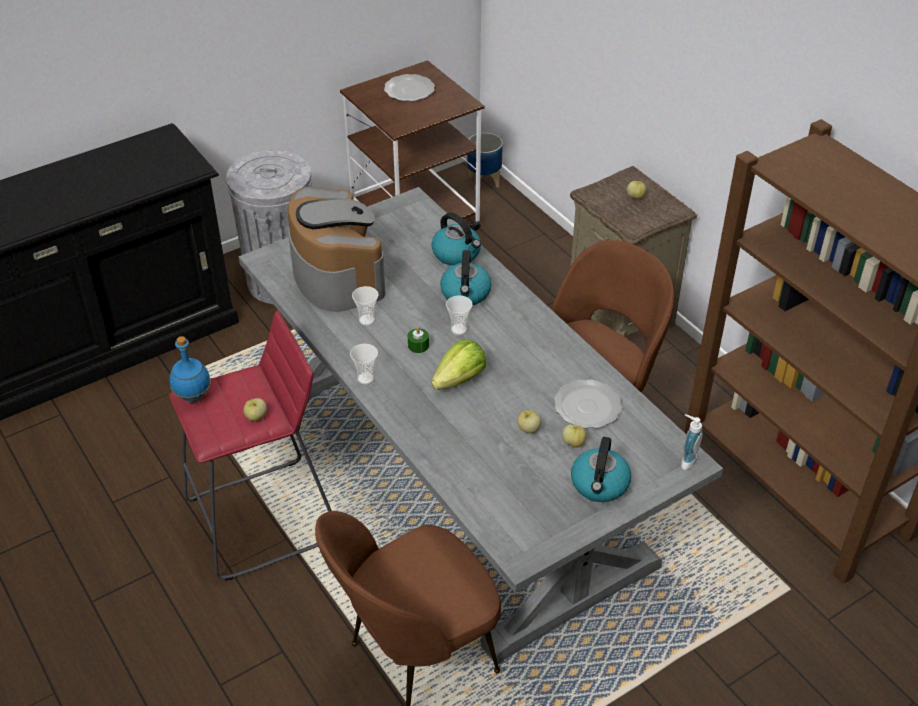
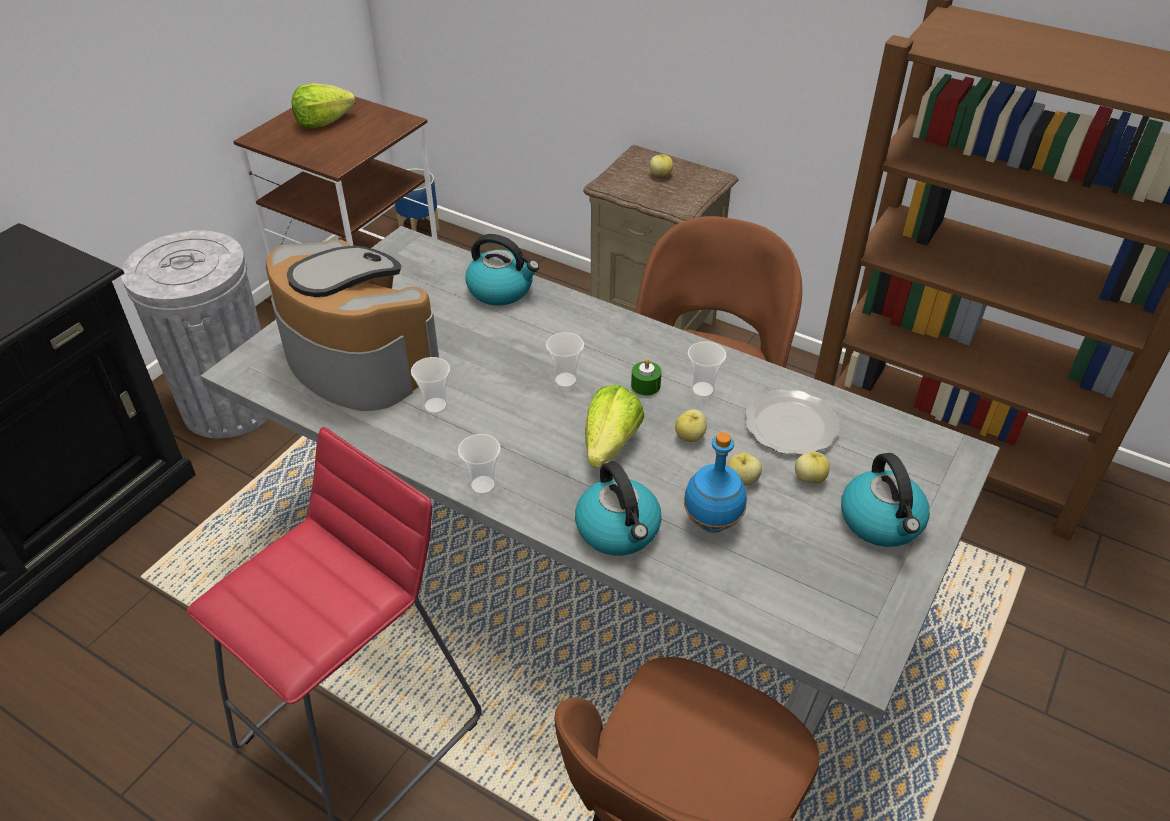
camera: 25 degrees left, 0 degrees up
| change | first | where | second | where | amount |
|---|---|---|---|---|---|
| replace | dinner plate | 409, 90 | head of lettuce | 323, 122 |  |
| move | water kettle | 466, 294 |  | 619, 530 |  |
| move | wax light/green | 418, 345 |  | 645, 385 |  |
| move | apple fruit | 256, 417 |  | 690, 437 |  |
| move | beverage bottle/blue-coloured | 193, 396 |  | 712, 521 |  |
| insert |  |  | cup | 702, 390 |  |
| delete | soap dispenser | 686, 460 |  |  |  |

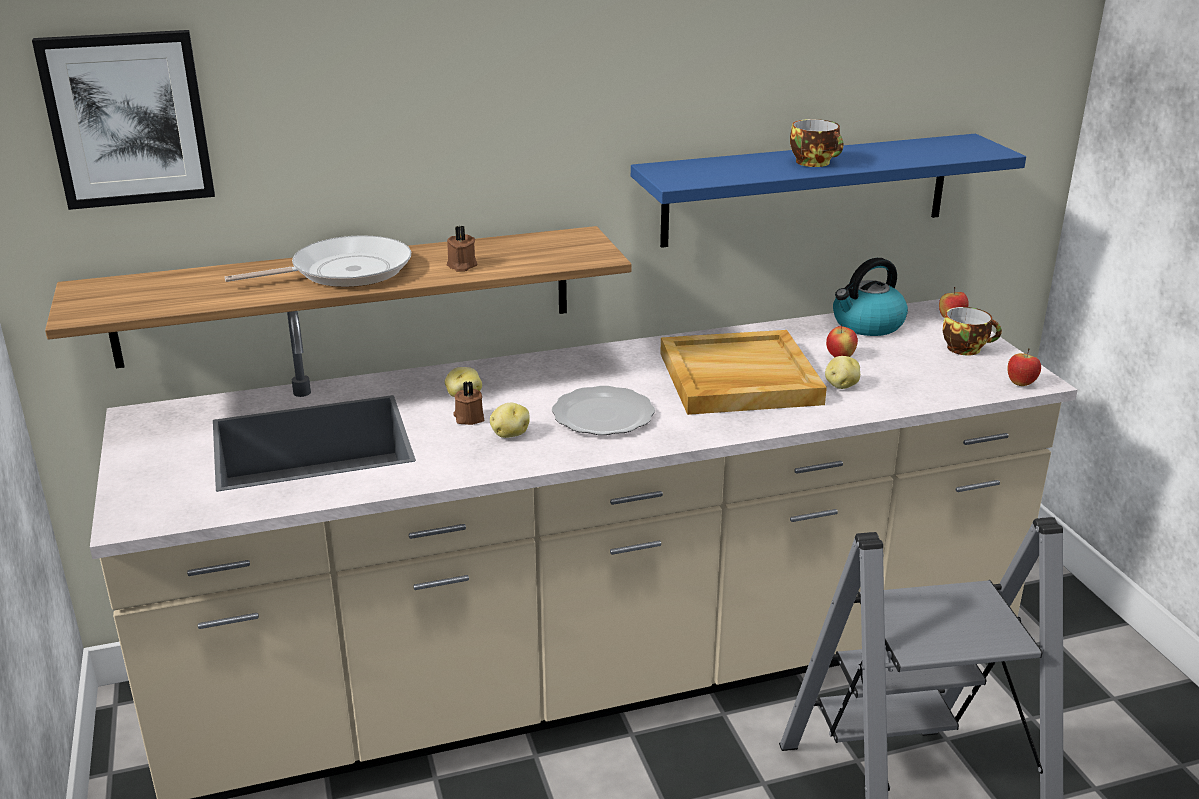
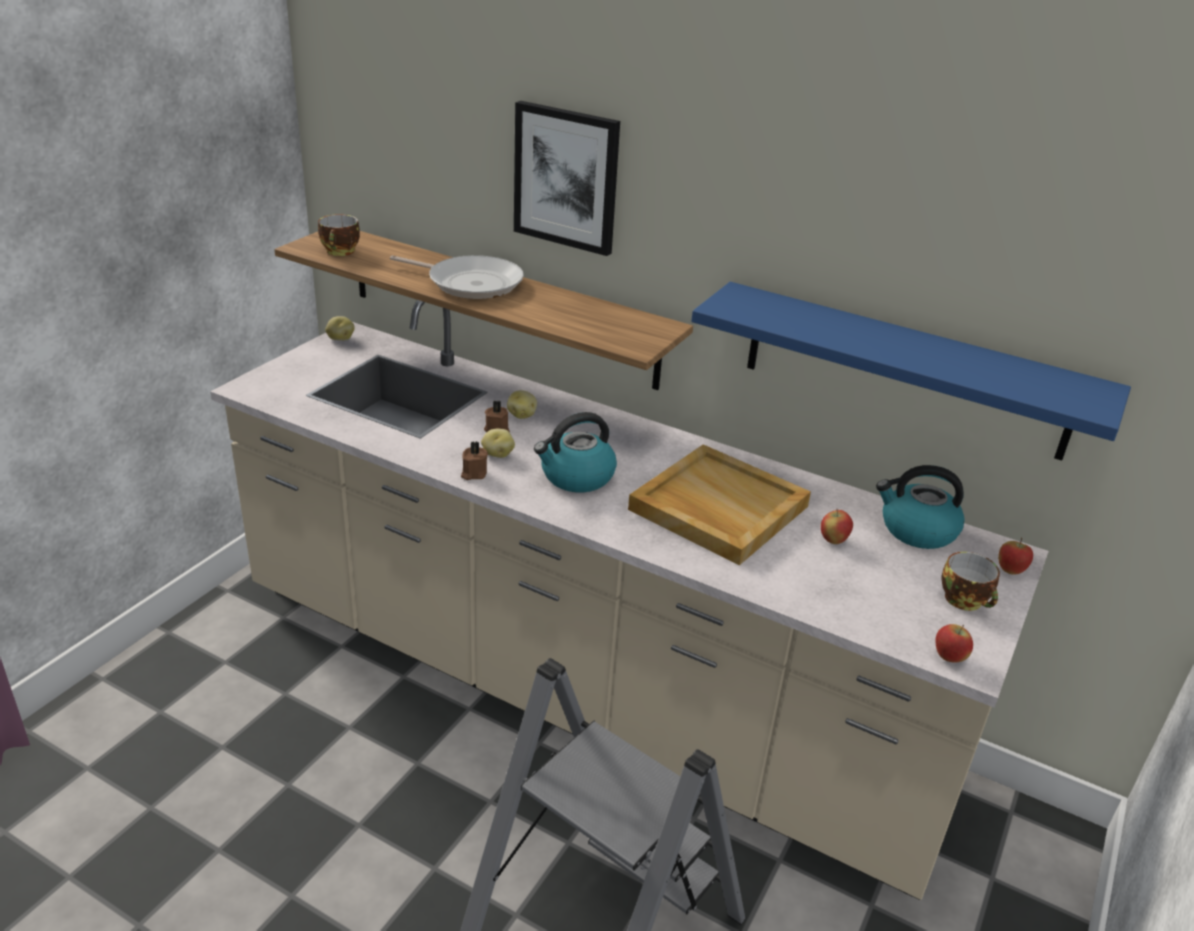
camera: 45 degrees right, 5 degrees up
| change | first | where | second | where | amount |
|---|---|---|---|---|---|
| move | cup | 815, 163 |  | 341, 252 |  |
| move | whole potato | 841, 385 |  | 340, 338 |  |
| move | wax light/brown | 461, 266 |  | 473, 473 |  |
| move | picture | 128, 119 |  | 566, 177 |  |
| replace | dinner plate | 604, 415 | water kettle | 576, 477 |  |

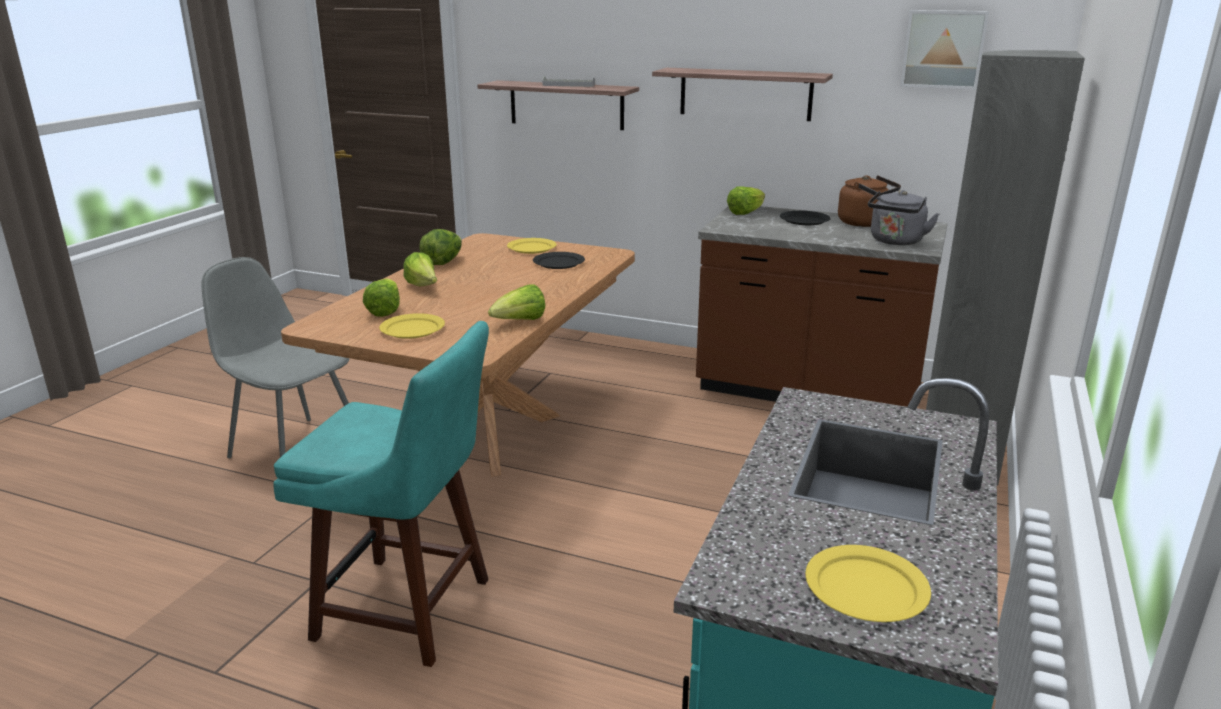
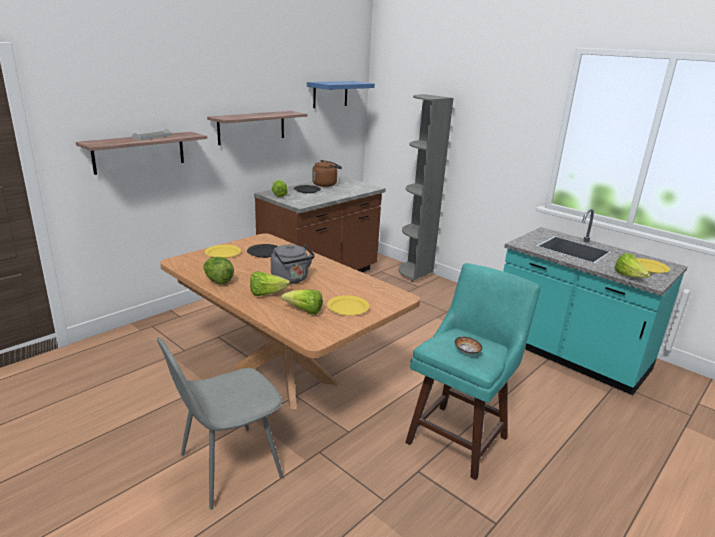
camera: 70 degrees left, 0 degrees up
| change | first | where | second | where | amount |
|---|---|---|---|---|---|
| move | water kettle/greyish | 895, 242 |  | 291, 279 |  |
| replace | picture | 943, 49 | bracket shelf/blue-coloured | 330, 94 |  |
| insert |  |  | deep dish | 467, 351 |  |
| move | head of lettuce | 520, 322 |  | 629, 277 |  |

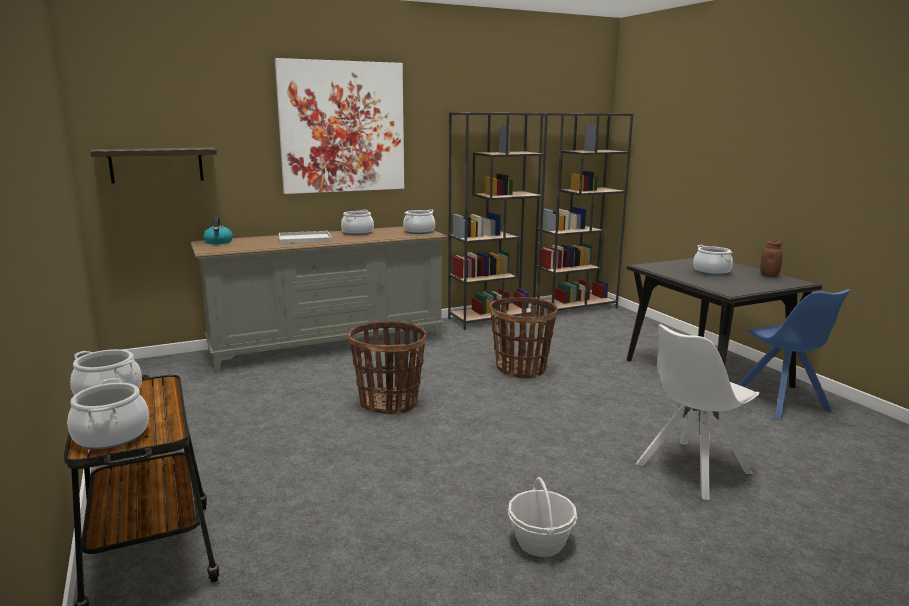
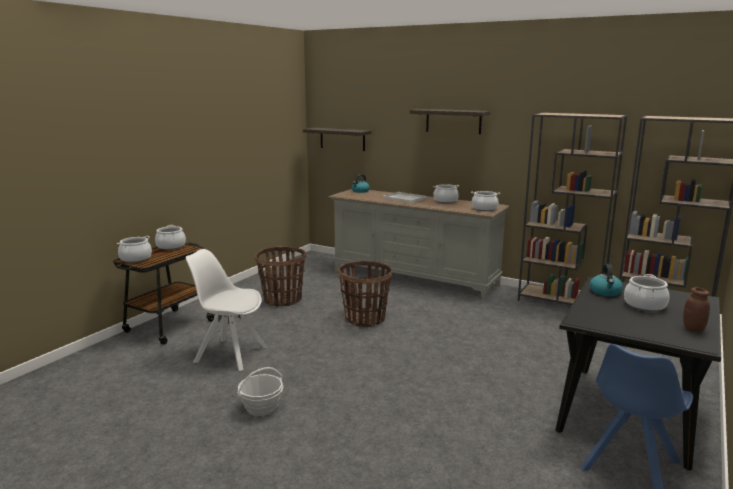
camera: 55 degrees right, 0 degrees up
| change | first | where | second | where | amount |
|---|---|---|---|---|---|
| move | chair/white-coloured | 691, 469 |  | 230, 354 |  |
| move | basket | 521, 369 |  | 282, 300 |  |
| replace | picture | 342, 127 | bracket shelf | 453, 121 |  |
| insert |  |  | water kettle | 605, 292 |  |

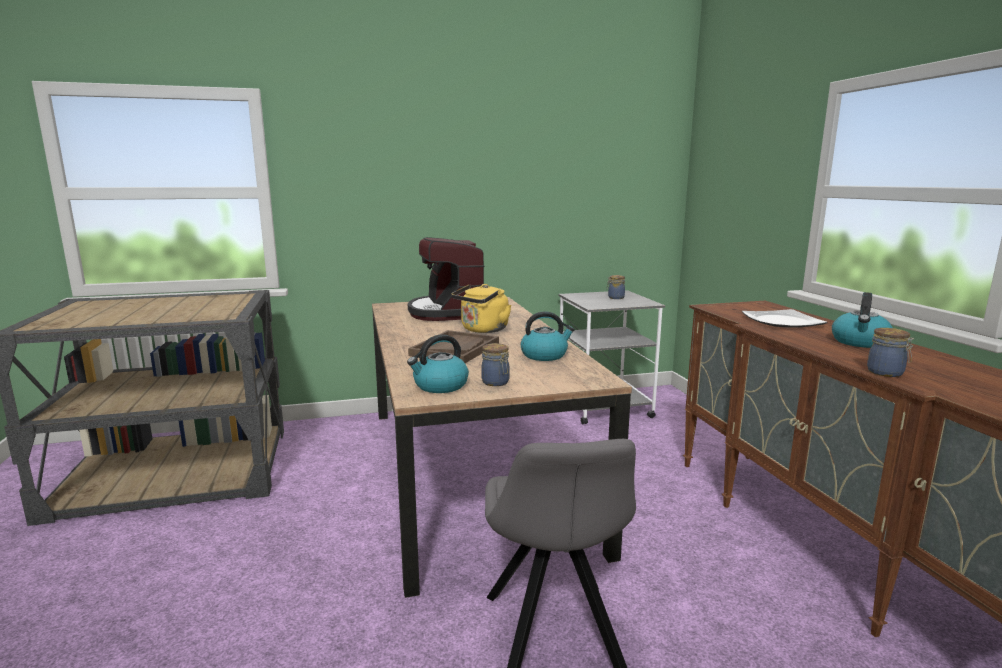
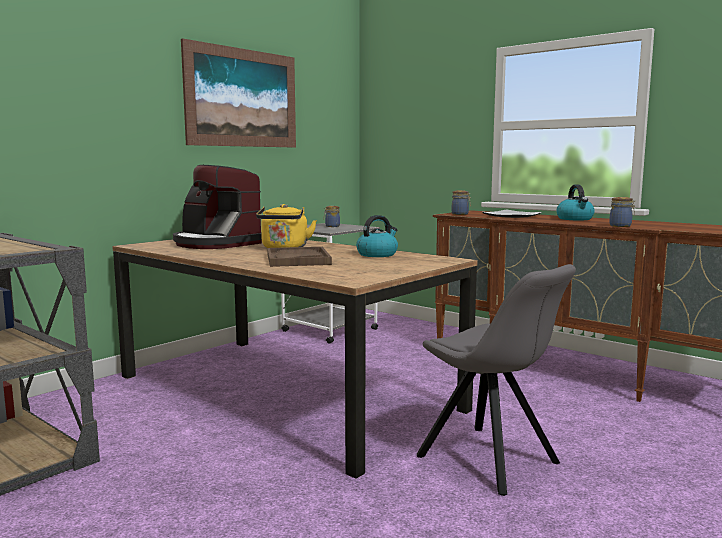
camera: 35 degrees left, 5 degrees down
| change | first | where | second | where | amount |
|---|---|---|---|---|---|
| insert |  |  | picture | 242, 98 |  |
| move | jar | 496, 382 |  | 460, 214 |  |
| delete | water kettle | 440, 386 |  |  |  |

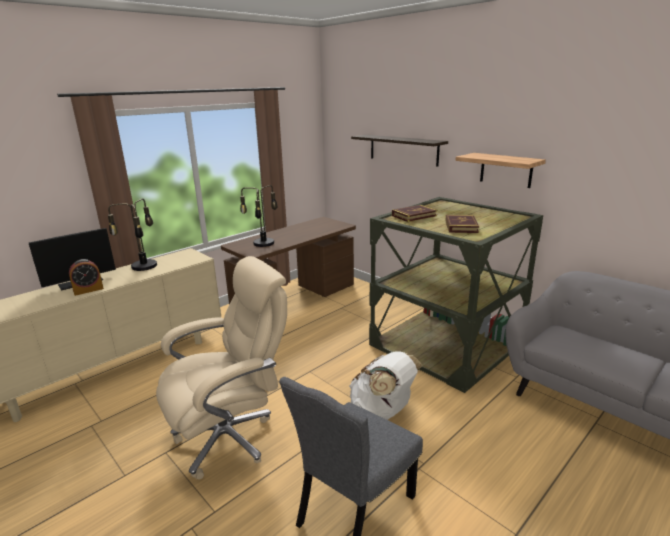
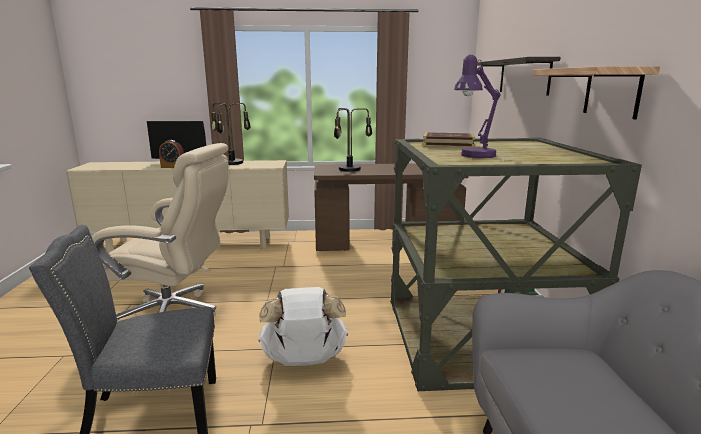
camera: 40 degrees right, 5 degrees down
| change | first | where | second | where | amount |
|---|---|---|---|---|---|
| replace | book | 461, 226 | lamp for a table/purple-coloured | 473, 156 |  |

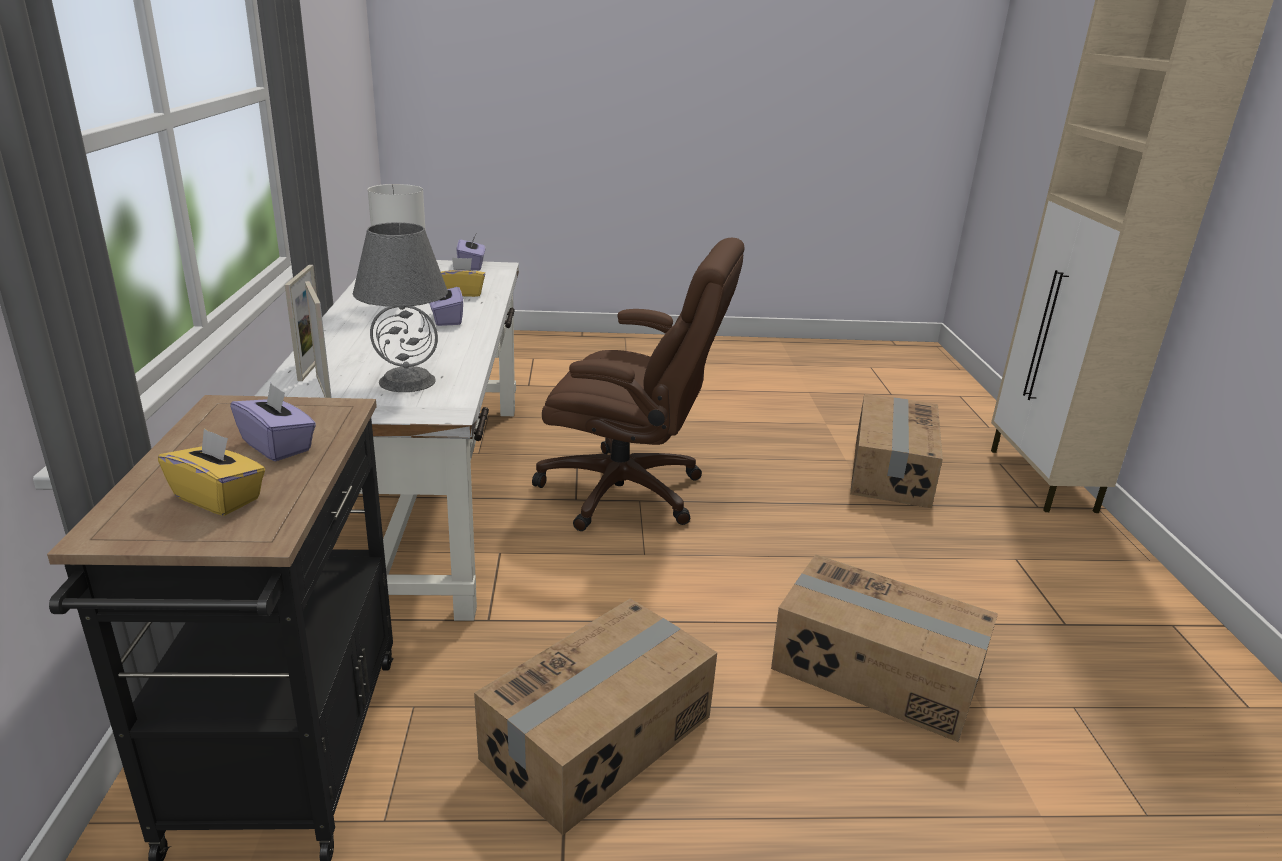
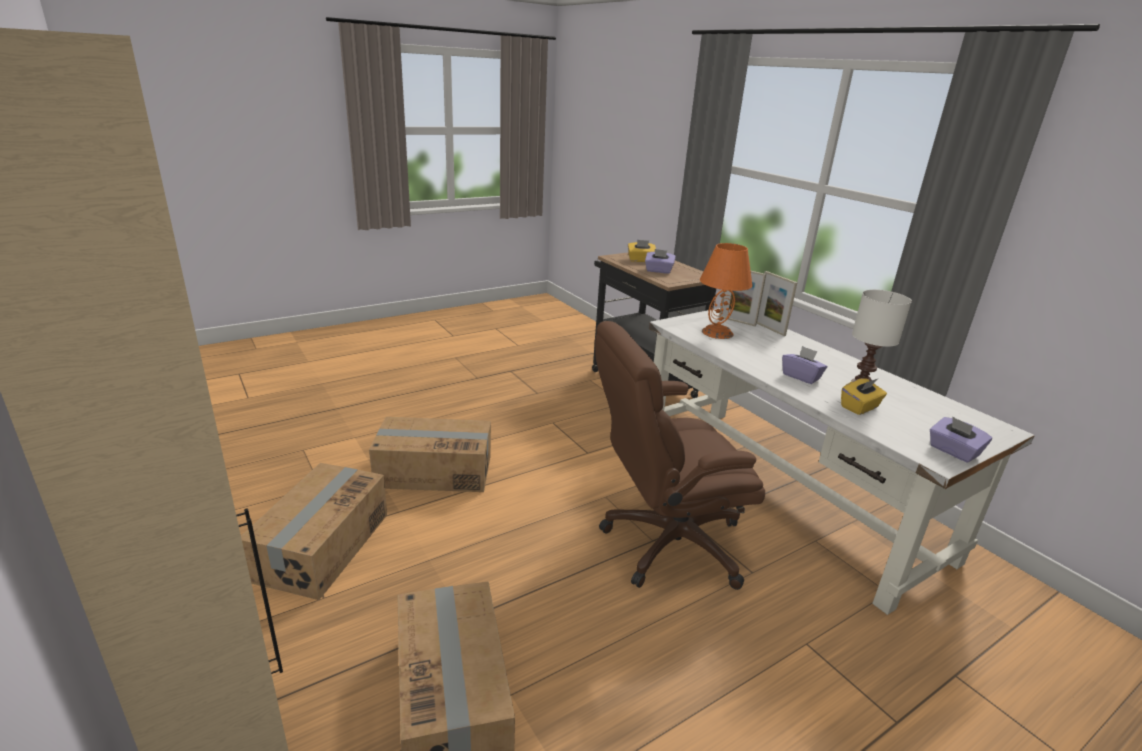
camera: 150 degrees right, 0 degrees up
| change | first | where | second | where | amount |
|---|---|---|---|---|---|
| move | packing box | 600, 738 |  | 321, 546 |  |
| recolor | lamp for a table/greyish | 408, 381 | lamp for a table/orangey | 717, 333 |  |

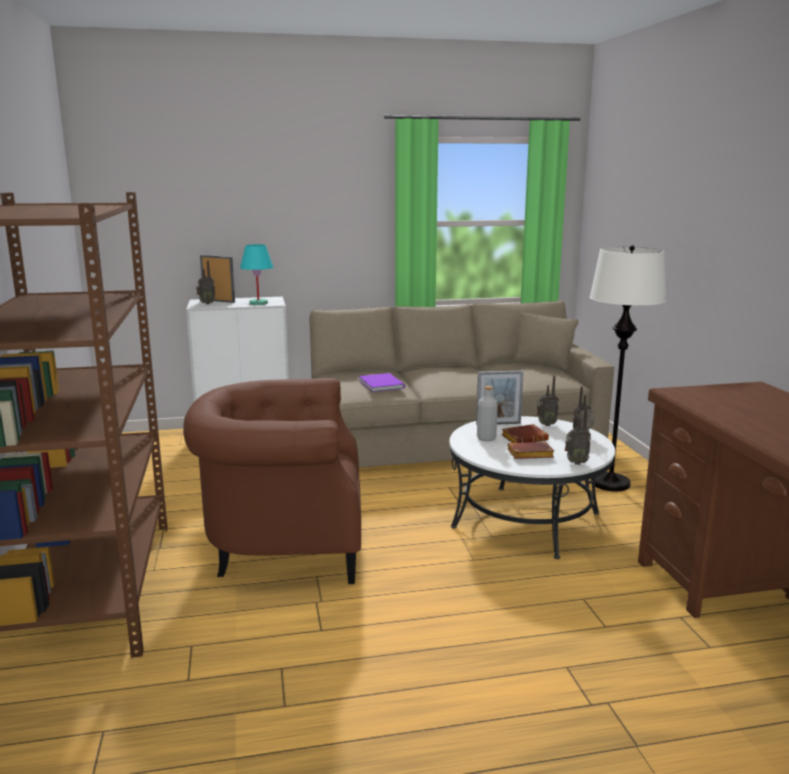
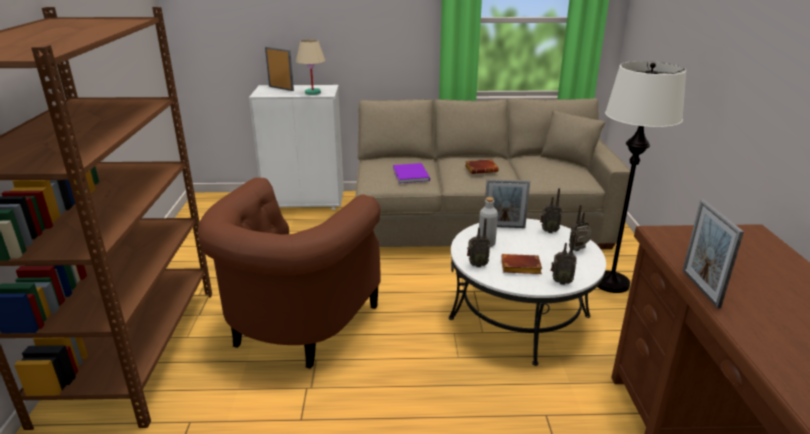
camera: 10 degrees right, 10 degrees up
| change | first | where | second | where | amount |
|---|---|---|---|---|---|
| rotate | armchair/brown | 283, 548 |  | 298, 326 | 75 degrees counterclockwise |
| recolor | lamp for a table/turquoise-coloured | 259, 303 | lamp for a table/beige | 313, 93 |  |
| move | book/brown | 524, 438 |  | 481, 169 |  |
| move | radio receiver | 206, 303 |  | 476, 264 |  |
| insert |  |  | standing frame | 700, 288 |  |

